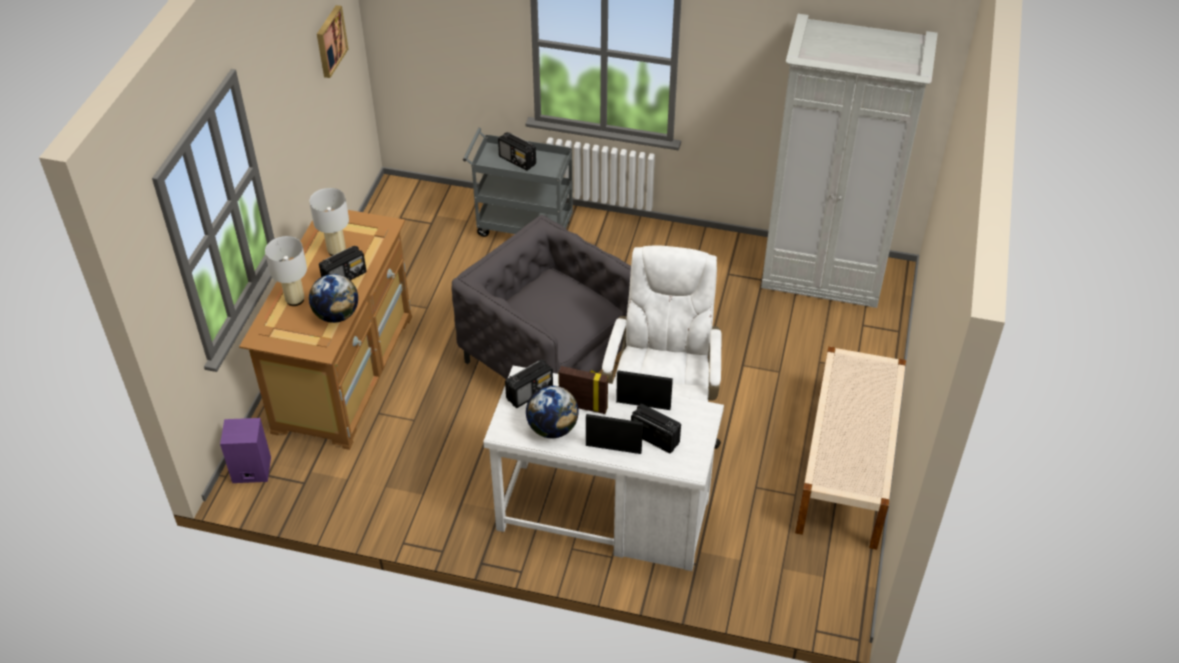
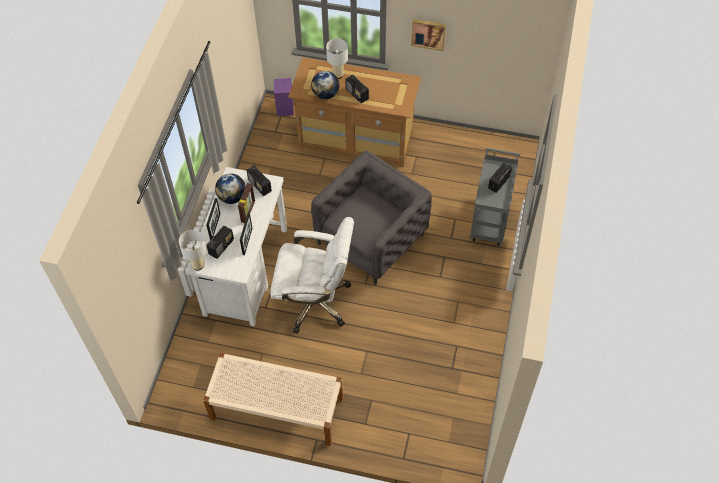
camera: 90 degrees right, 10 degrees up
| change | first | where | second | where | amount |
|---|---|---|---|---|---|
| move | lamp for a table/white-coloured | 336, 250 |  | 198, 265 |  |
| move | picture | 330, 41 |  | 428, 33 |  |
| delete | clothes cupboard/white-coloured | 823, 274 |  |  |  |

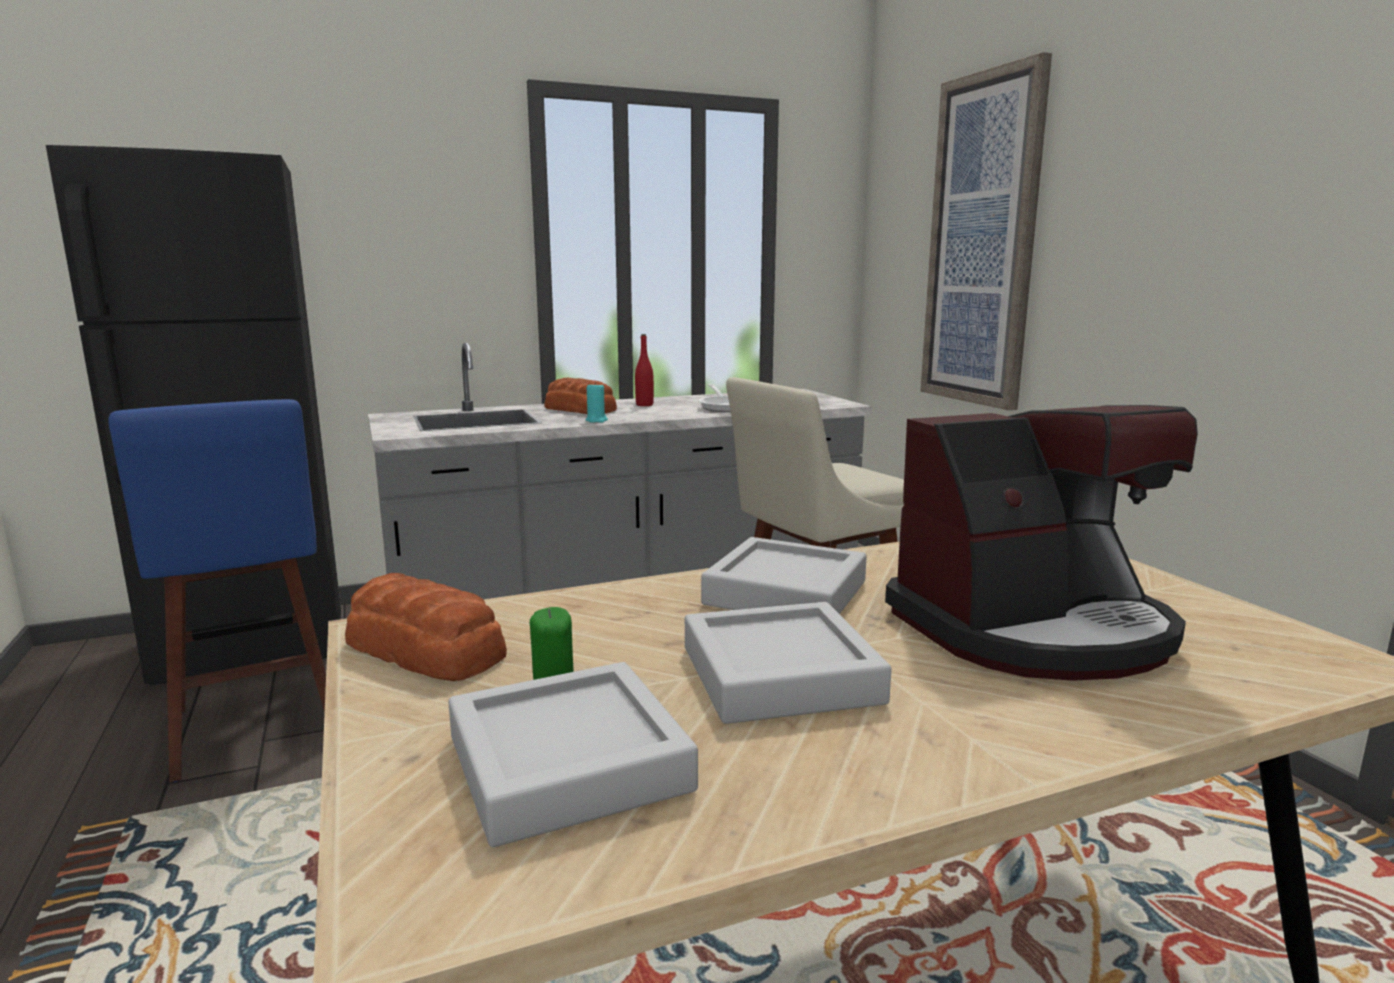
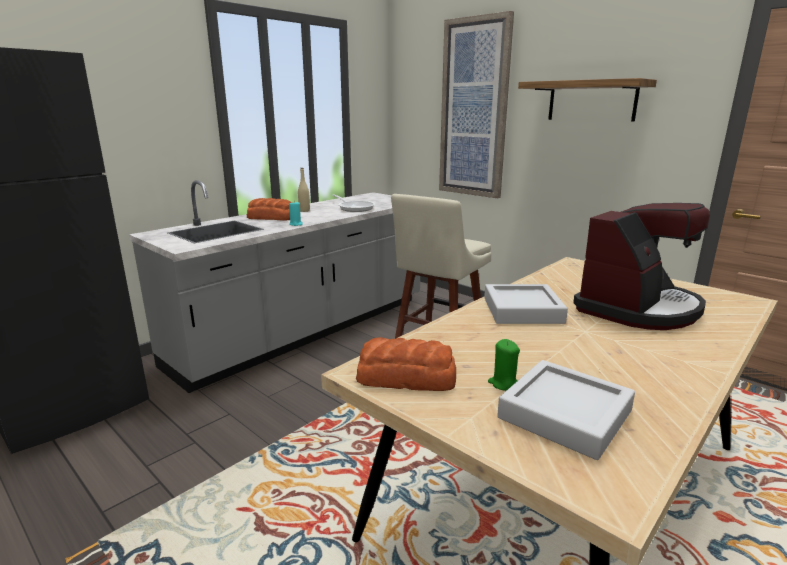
camera: 25 degrees left, 5 degrees up
| change | first | where | second | where | amount |
|---|---|---|---|---|---|
| recolor | beverage bottle/reddish | 644, 405 | beverage bottle/beige | 304, 210 |  |
| insert |  |  | bracket shelf | 591, 101 |  |
| delete | stool/blue-coloured | 255, 729 |  |  |  |
| delete | carrying tray/greyish | 780, 675 |  |  |  |

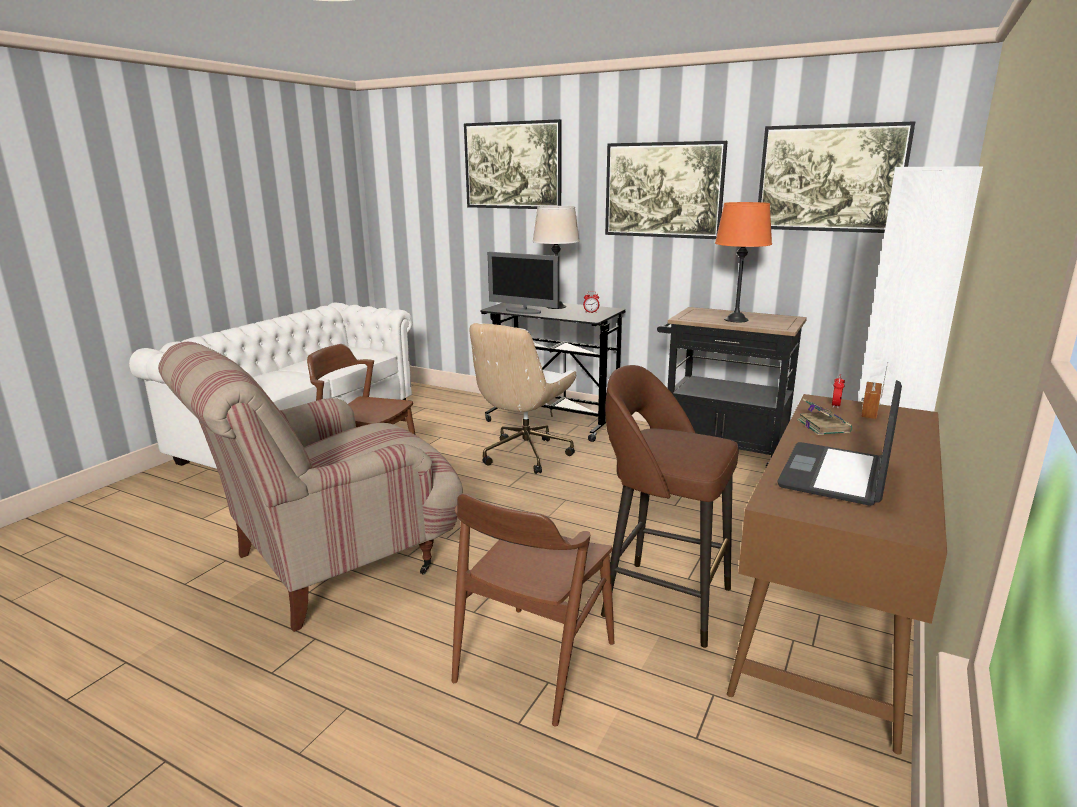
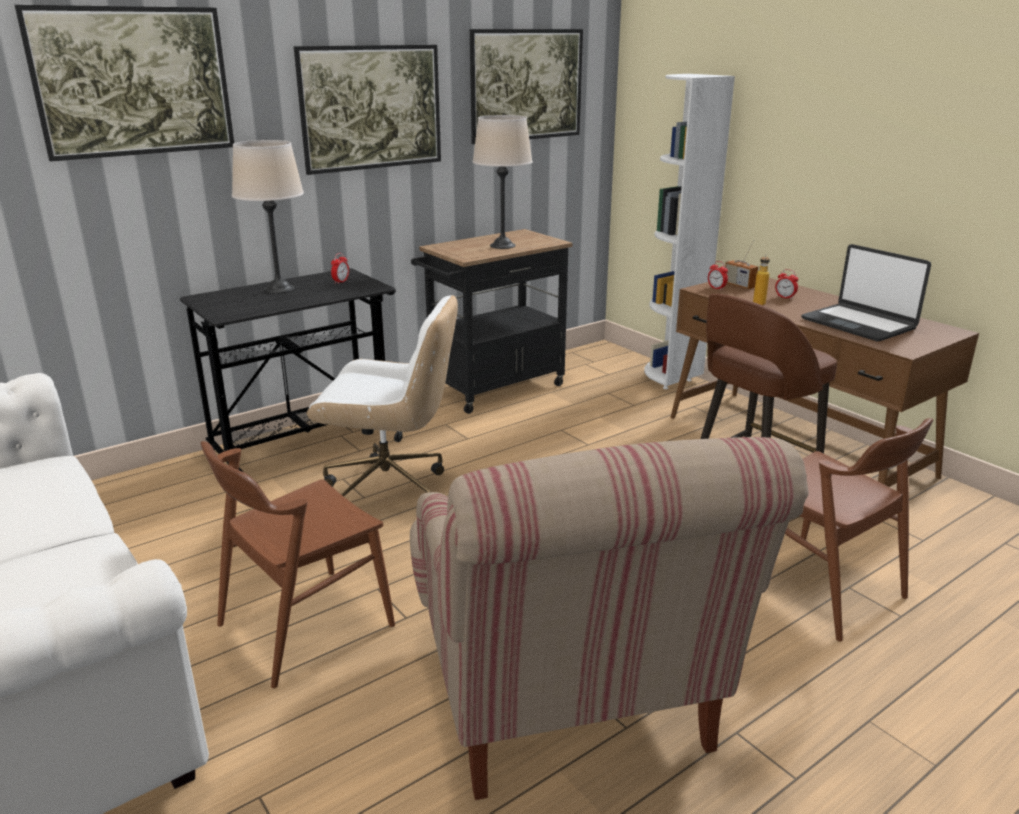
camera: 65 degrees left, 5 degrees up
| change | first | where | second | where | amount |
|---|---|---|---|---|---|
| rotate | computer chair/white-coloured | 524, 456 |  | 391, 490 | 45 degrees counterclockwise |
| recolor | lamp for a table/orangey | 736, 319 | lamp for a table/beige | 503, 245 |  |
| replace | book | 822, 426 | beverage bottle | 759, 302 |  |
| insert |  |  | bedside clock | 785, 297 |  |
| delete | computer display | 523, 311 |  |  |  |

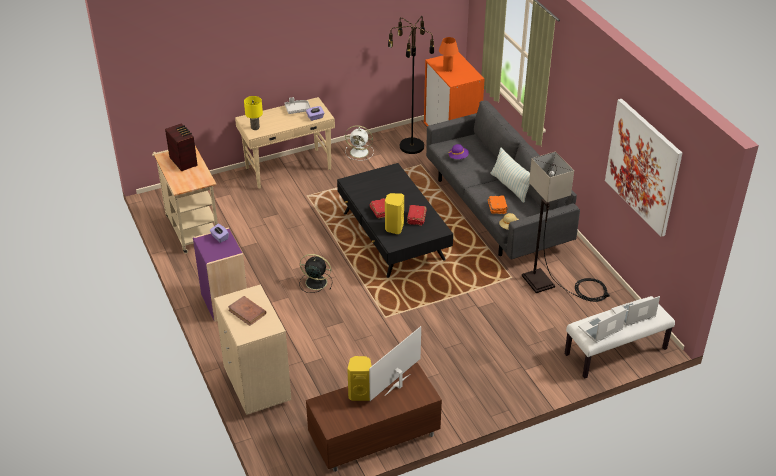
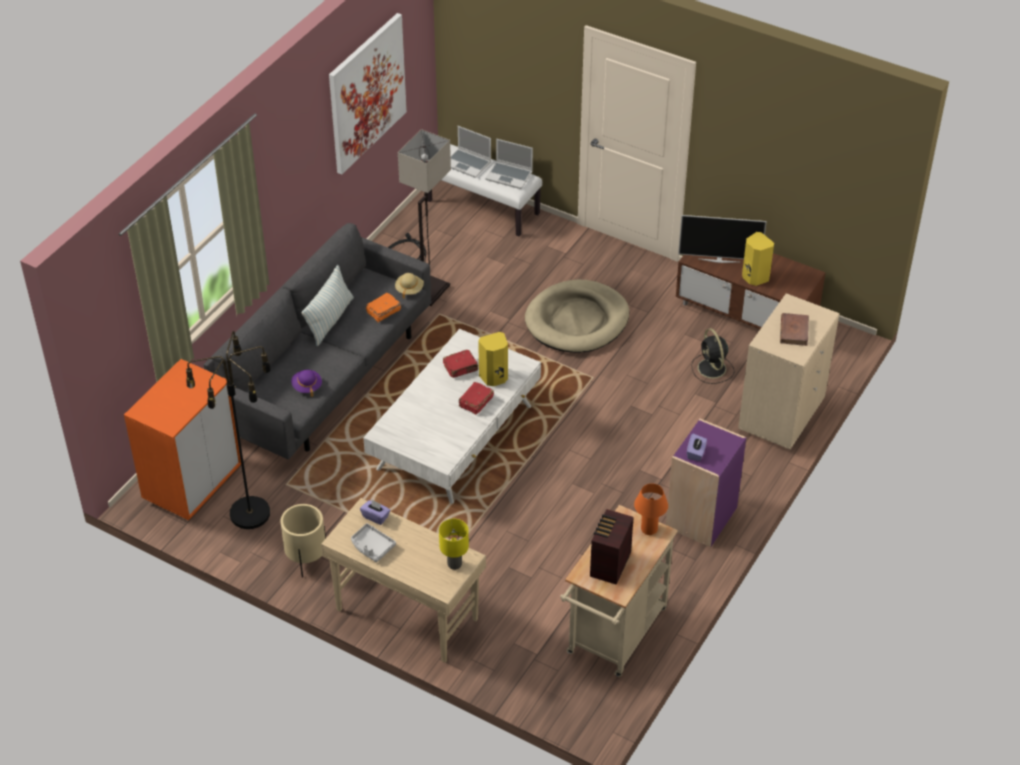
camera: 125 degrees left, 5 degrees up
| change | first | where | second | where | amount |
|---|---|---|---|---|---|
| replace | fan/white-coloured | 360, 152 | flower pot/beige | 306, 560 |  |
| recolor | low table/black-coloured | 392, 236 | low table/white-coloured | 456, 438 |  |
| insert |  |  | dog cushion/beige | 577, 320 |  |
| move | lamp for a table/orangey | 447, 69 |  | 649, 529 |  |
| move | fan/black-coloured | 315, 282 |  | 712, 369 |  |

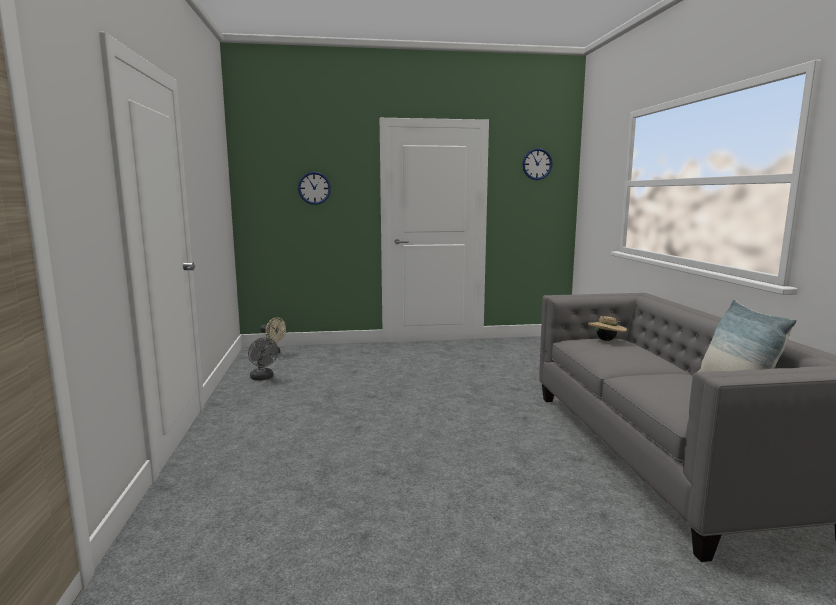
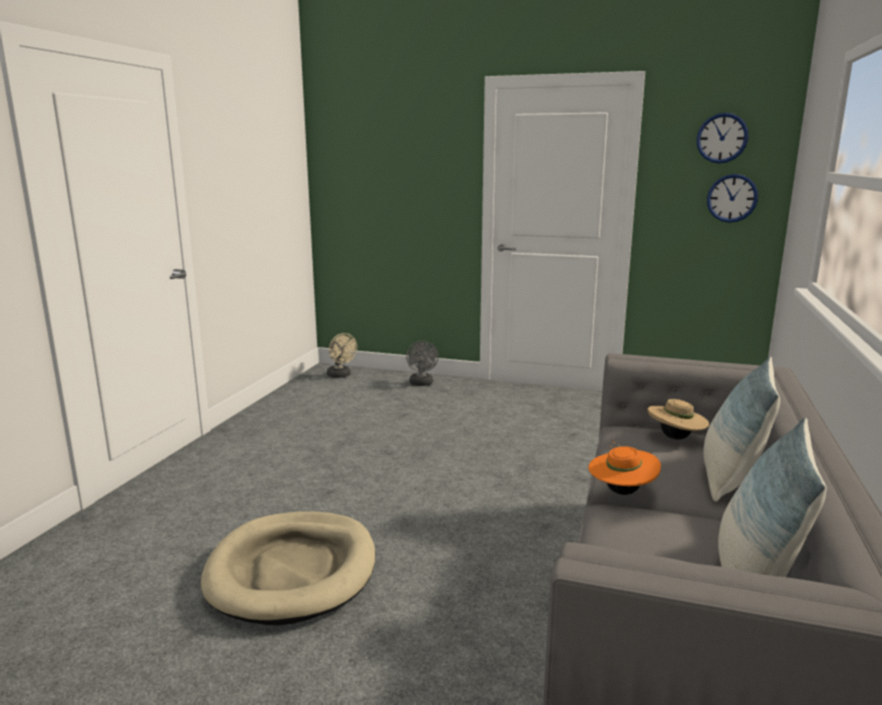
camera: 25 degrees right, 5 degrees up
| change | first | where | second | where | amount |
|---|---|---|---|---|---|
| insert |  |  | dog cushion/beige | 293, 571 |  |
| move | fan/greyish | 263, 378 |  | 422, 384 |  |
| insert |  |  | hat/orangey | 621, 491 |  |
| insert |  |  | throw pillow | 731, 479 |  |
| move | hanging clock | 314, 188 |  | 732, 198 |  |

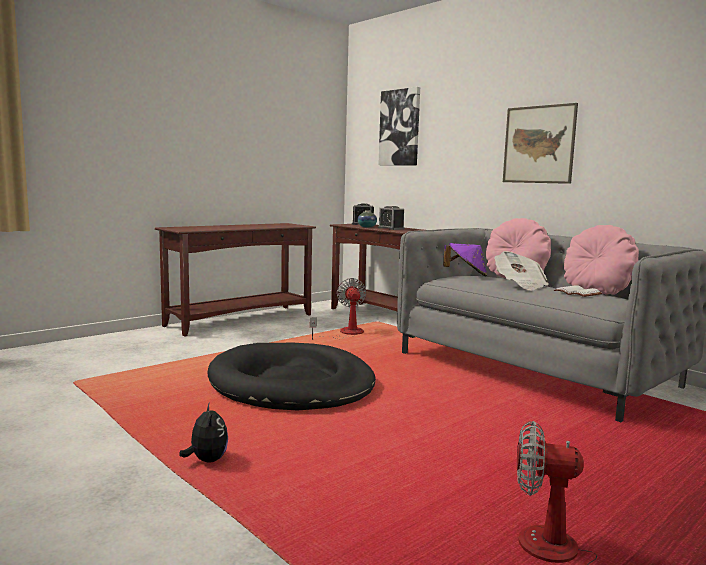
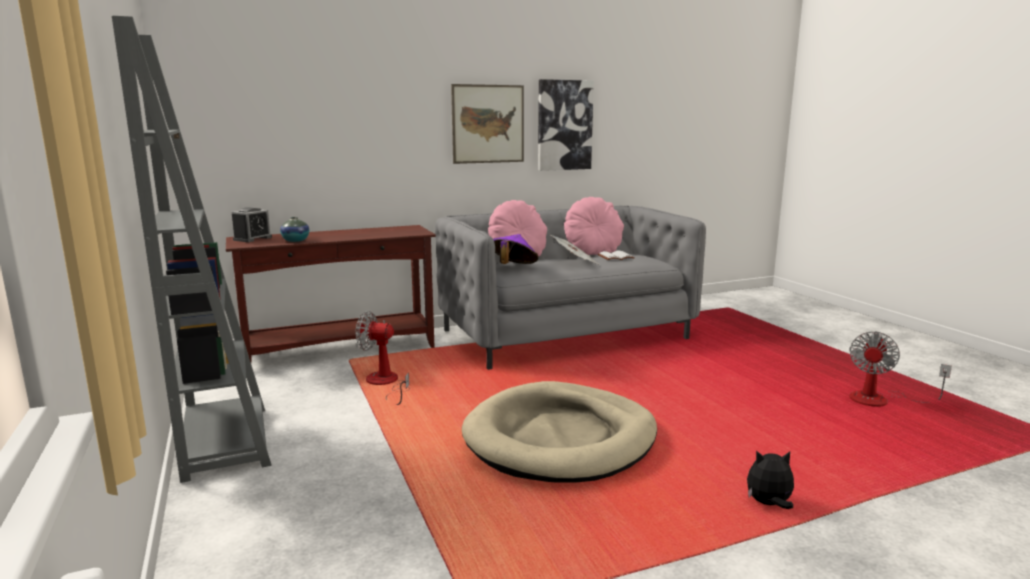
camera: 70 degrees left, 5 degrees up
| change | first | where | second | where | amount |
|---|---|---|---|---|---|
| replace | narrow table/brown | 240, 320 | shelving unit/greyish | 226, 442 |  |
| recolor | dog cushion/black-coloured | 291, 384 | dog cushion/beige | 560, 438 |  |
| move | picture | 400, 128 |  | 564, 125 |  |
| delete | bedside clock | 391, 228 |  |  |  |

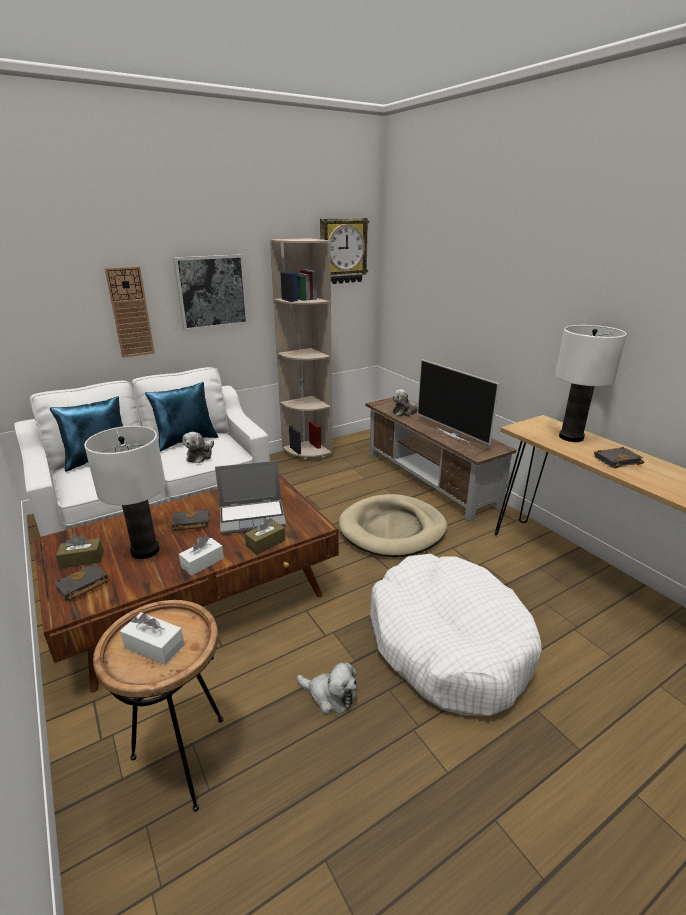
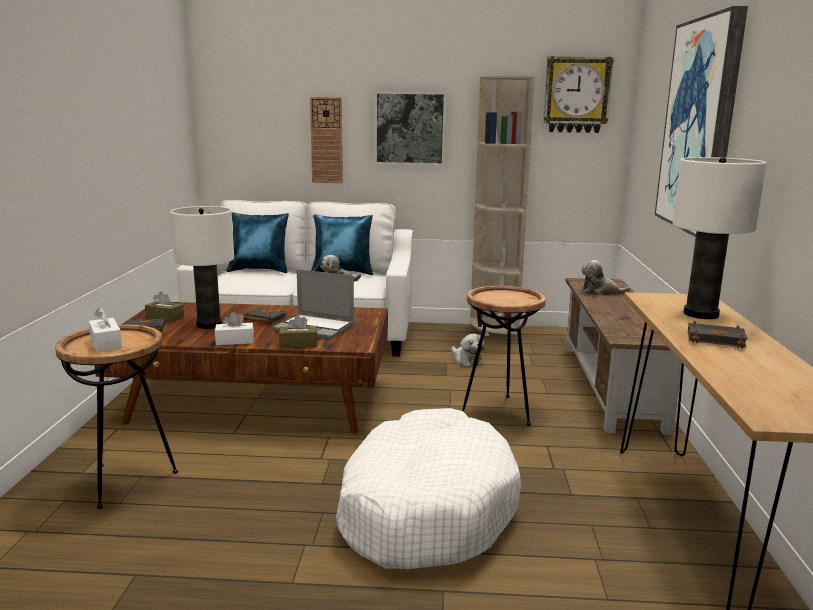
camera: 35 degrees right, 10 degrees down
| change | first | where | second | where | amount |
|---|---|---|---|---|---|
| move | plush toy | 330, 695 |  | 466, 360 |  |
| replace | dog cushion/beige | 392, 529 | end table/brown | 499, 411 |  |
| insert |  |  | picture | 700, 126 |  |
| delete | TV | 453, 435 |  |  |  |

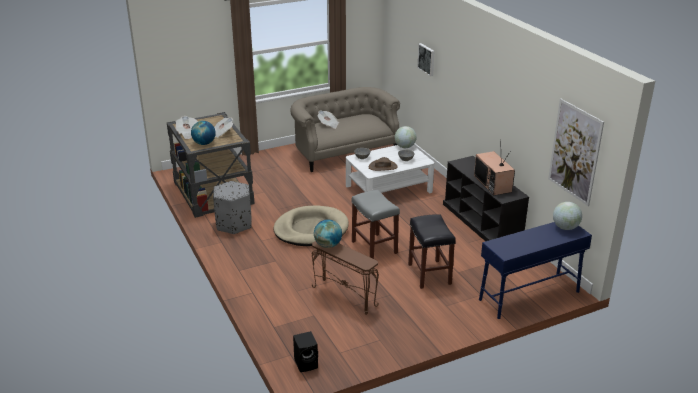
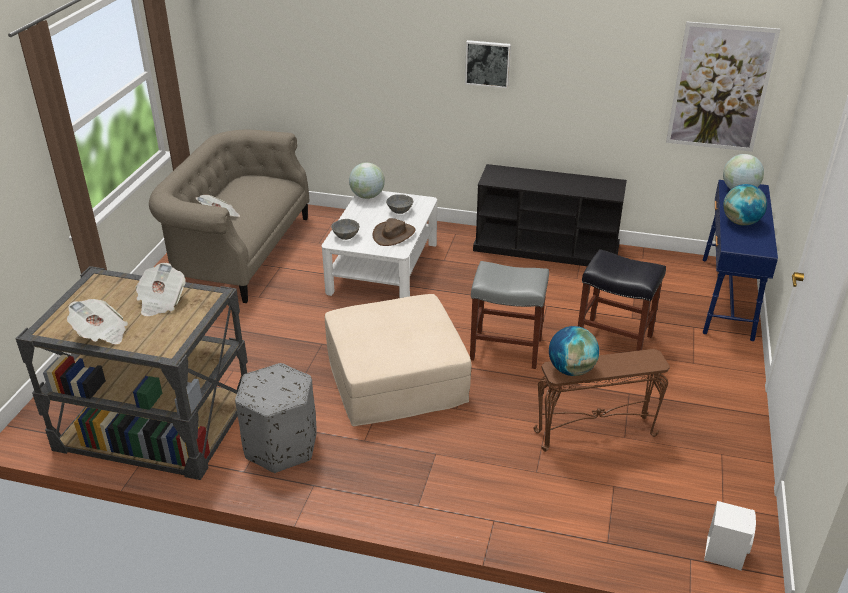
camera: 50 degrees left, 5 degrees up
| change | first | where | second | where | amount |
|---|---|---|---|---|---|
| replace | dog cushion/beige | 311, 229 | footrest/beige | 396, 379 |  |
| move | picture | 427, 59 |  | 488, 63 |  |
| recolor | speaker/black-coloured | 307, 363 | speaker/white-coloured | 724, 552 |  |
| move | desk globe | 204, 143 |  | 741, 222 |  |
| delete | TV | 493, 184 |  |  |  |

